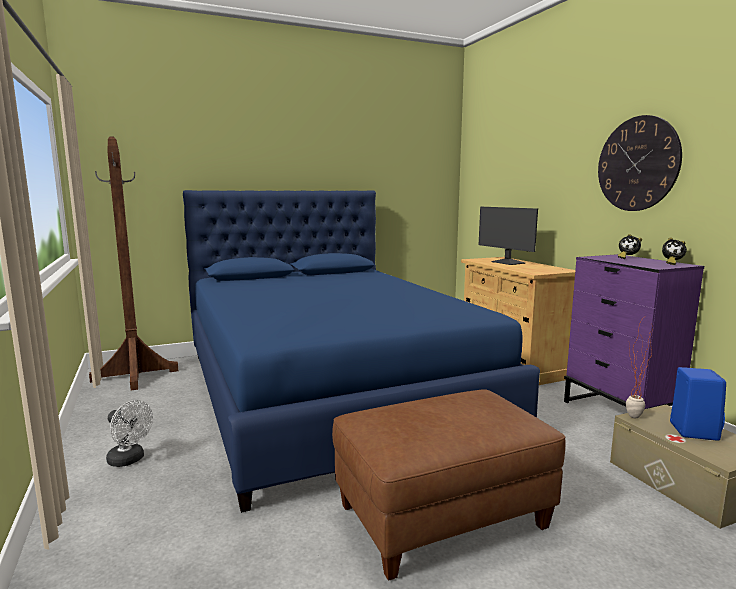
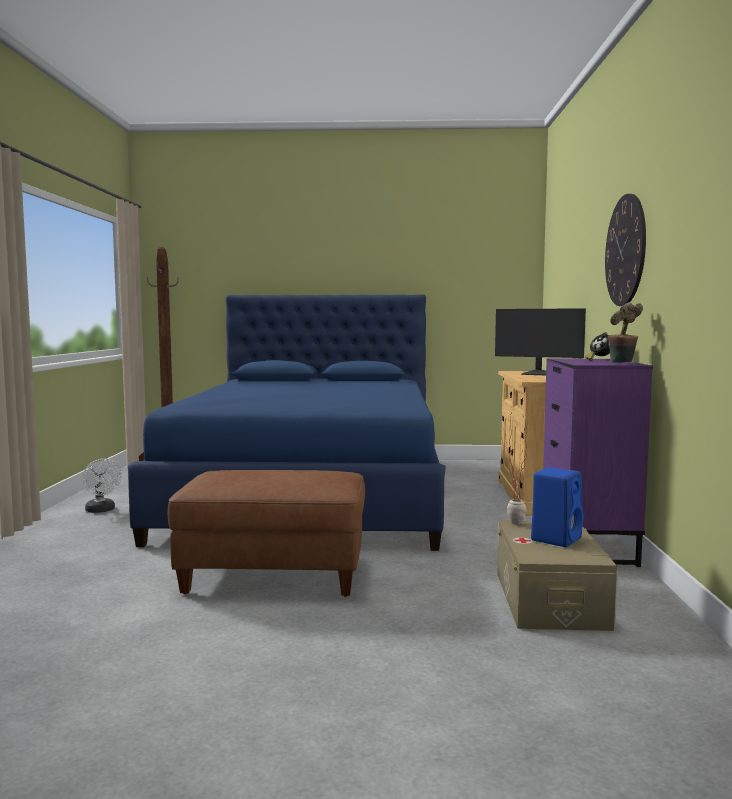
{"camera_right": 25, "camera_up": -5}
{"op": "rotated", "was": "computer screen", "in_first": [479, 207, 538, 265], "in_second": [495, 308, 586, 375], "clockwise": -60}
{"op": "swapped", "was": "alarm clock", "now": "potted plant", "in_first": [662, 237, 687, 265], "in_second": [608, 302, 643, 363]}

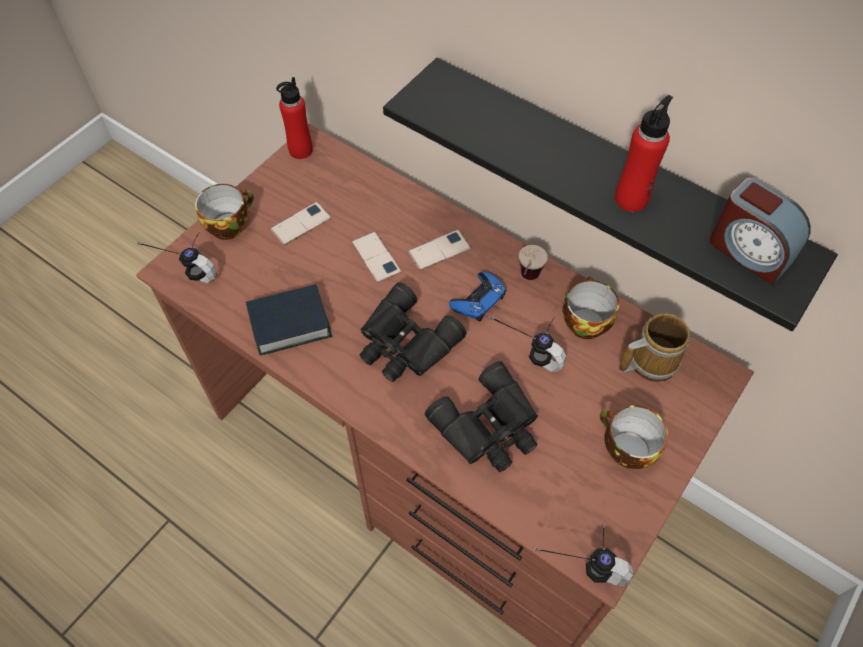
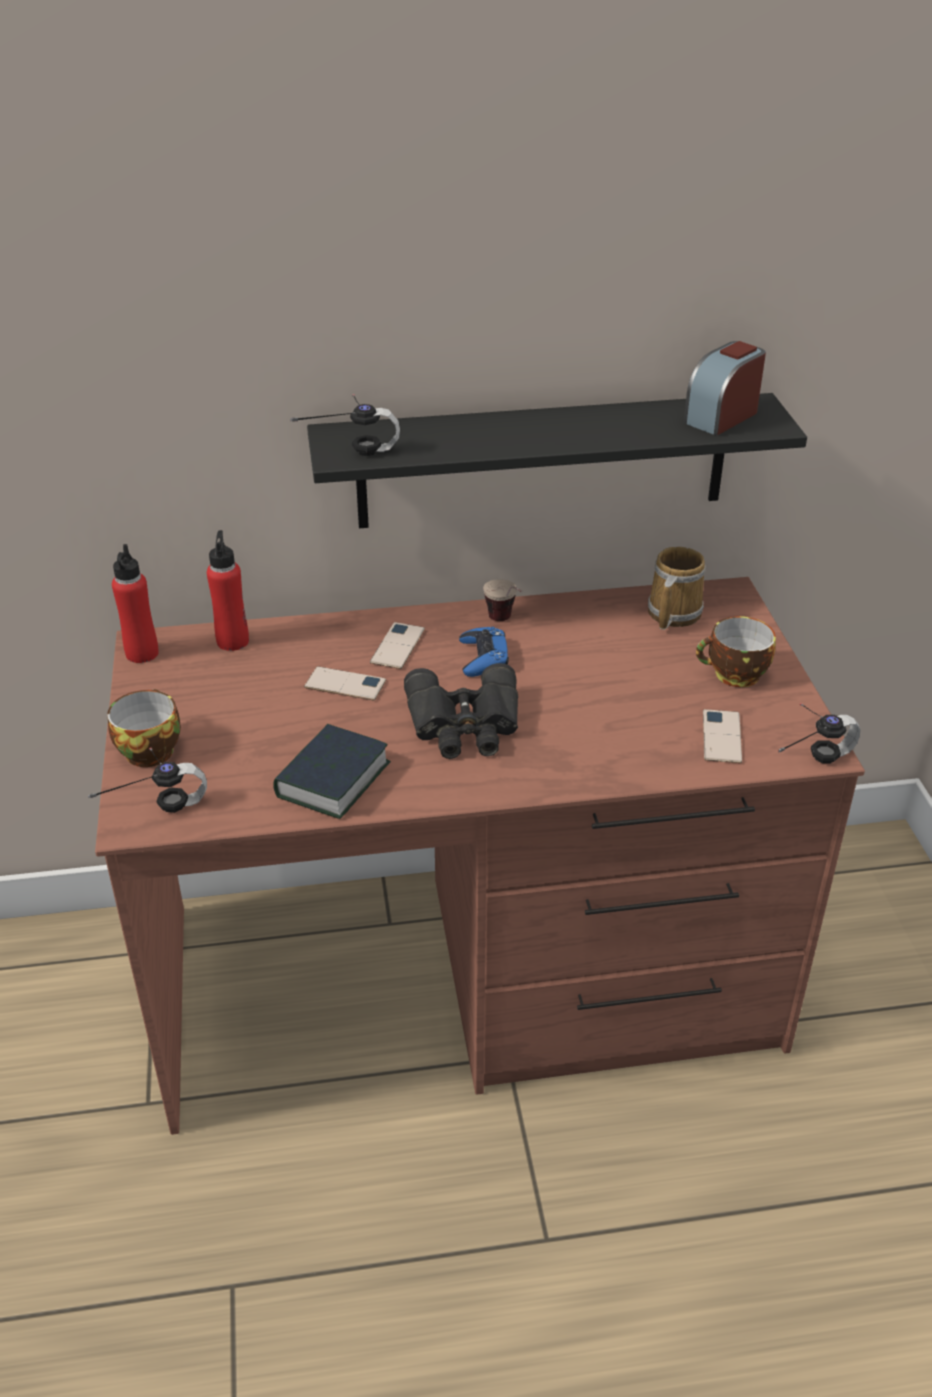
{"camera_right": -45, "camera_up": -20}
{"op": "shifted", "was": "phone", "in_first": [270, 202, 331, 245], "in_second": [703, 709, 742, 763]}
{"op": "gone", "was": "black-coloured pair of binoculars", "in_first": [425, 361, 538, 472]}
{"op": "shifted", "was": "pair of headphones", "in_first": [489, 316, 566, 372], "in_second": [290, 394, 400, 456]}
{"op": "gone", "was": "cup", "in_first": [563, 276, 619, 339]}
{"op": "shifted", "was": "red beverage bottle", "in_first": [615, 95, 673, 212], "in_second": [207, 530, 249, 651]}
{"op": "rotated", "was": "alarm clock", "in_first": [710, 178, 811, 285], "in_second": [684, 341, 766, 436], "clockwise": 135}

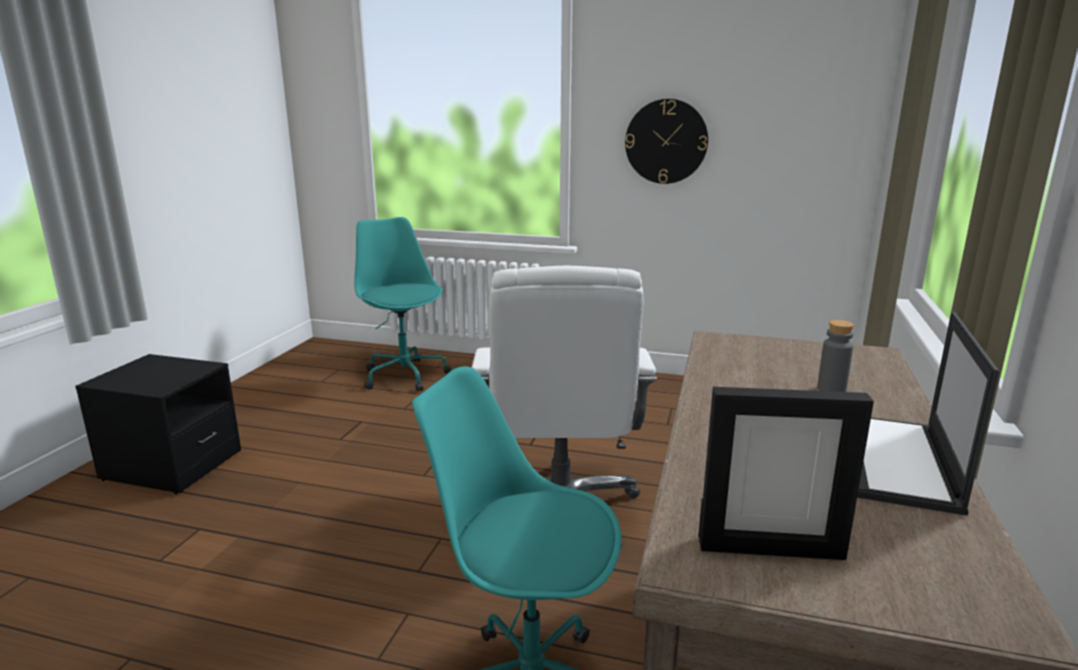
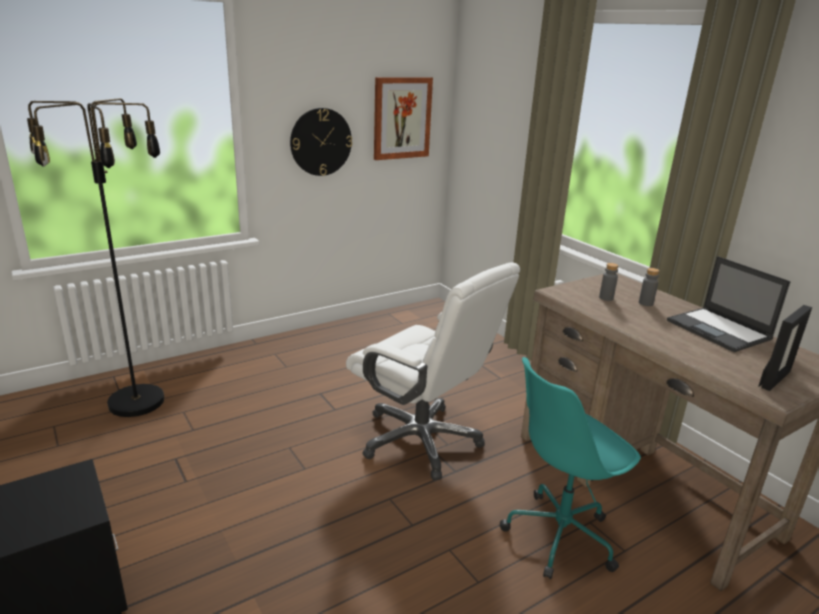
{"camera_right": -50, "camera_up": 5}
{"op": "swapped", "was": "turquoise-coloured computer chair", "now": "standing lamp", "in_first": [354, 217, 451, 391], "in_second": [27, 98, 164, 417]}
{"op": "new", "now": "picture", "in_second": [374, 77, 433, 160]}
{"op": "new", "now": "gray beverage bottle", "in_second": [599, 263, 618, 301]}

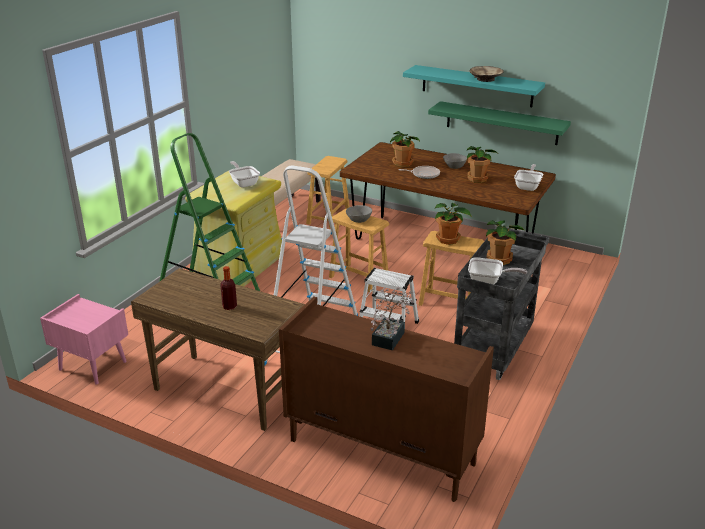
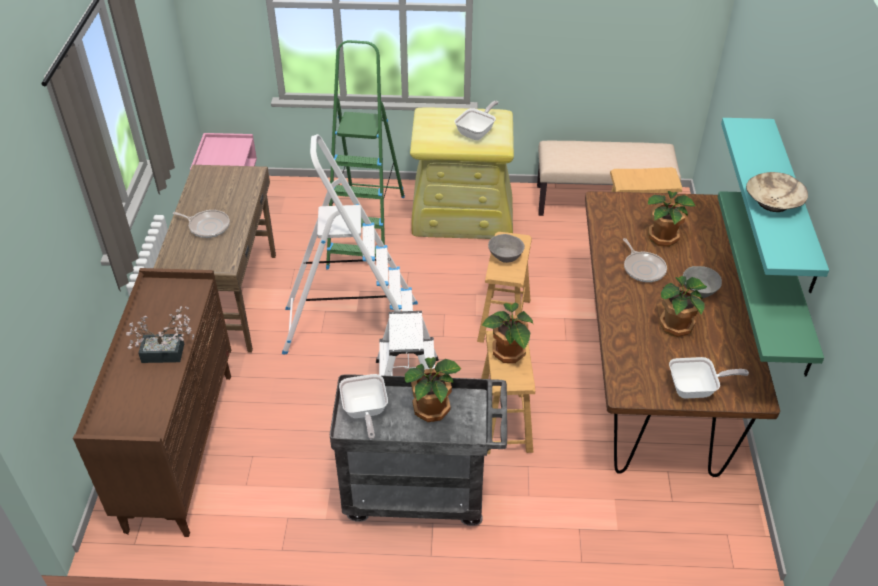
{"camera_right": 65, "camera_up": 15}
{"op": "swapped", "was": "beverage bottle", "now": "pan", "in_first": [220, 266, 237, 310], "in_second": [173, 210, 230, 238]}

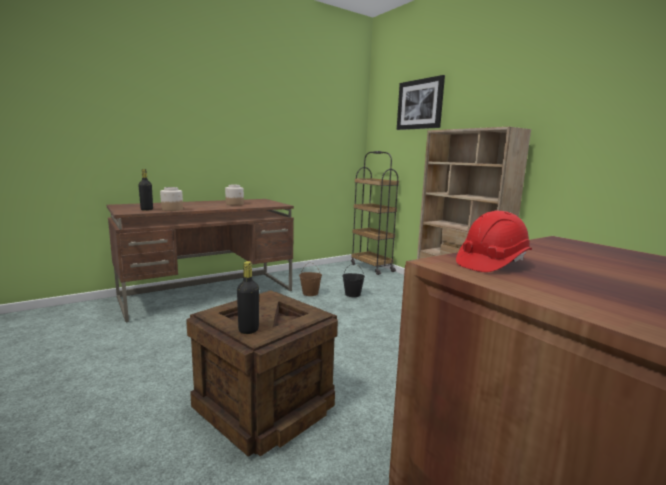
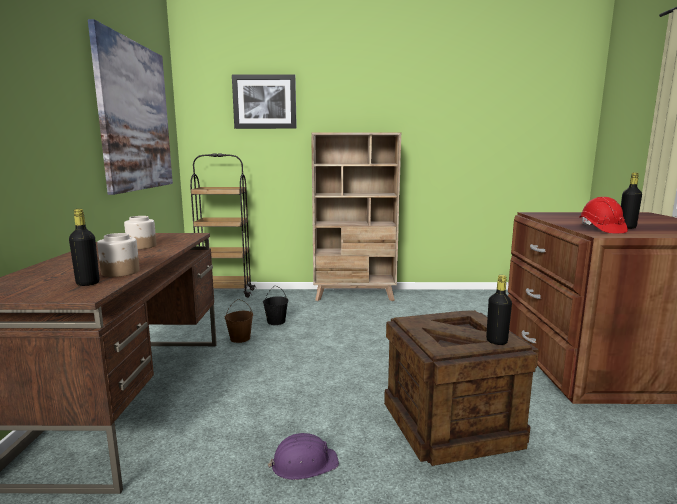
{"camera_right": -55, "camera_up": 0}
{"op": "new", "now": "picture", "in_second": [88, 19, 173, 195]}
{"op": "new", "now": "purple safety helmet", "in_second": [267, 433, 339, 480]}
{"op": "new", "now": "black-coloured beverage bottle", "in_second": [621, 173, 642, 229]}

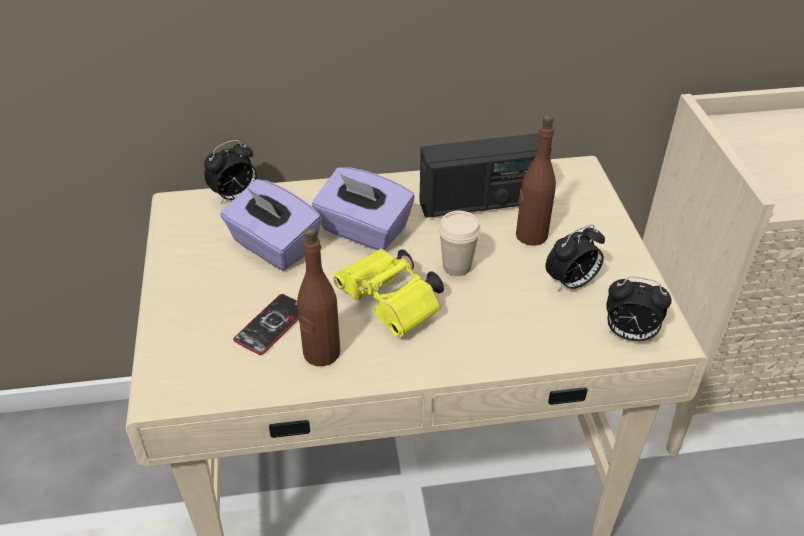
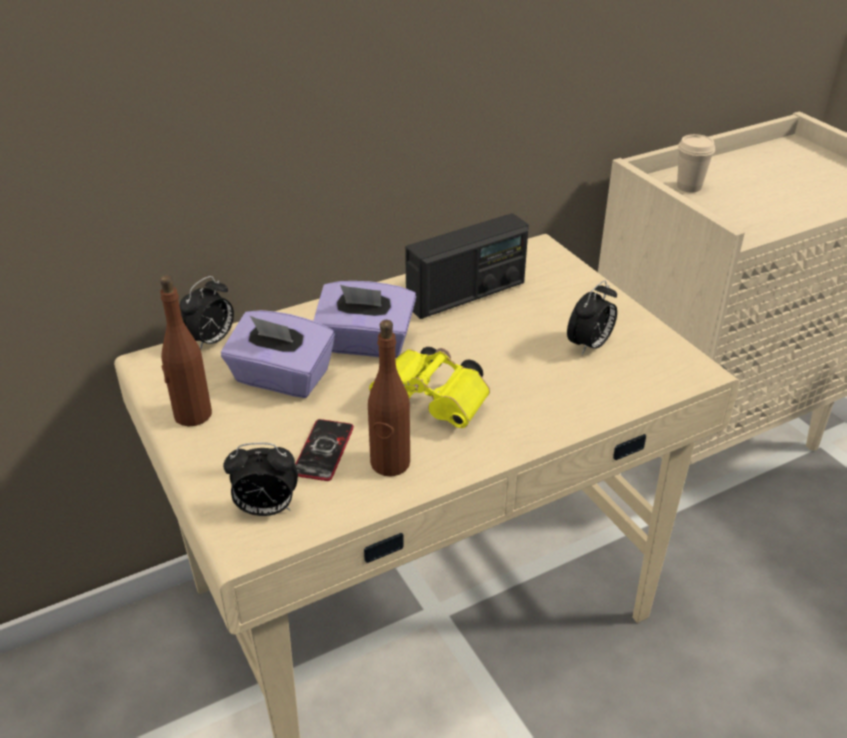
{"camera_right": -20, "camera_up": -5}
{"op": "shifted", "was": "beige-coloured cup", "in_first": [438, 211, 481, 276], "in_second": [677, 134, 715, 193]}
{"op": "shifted", "was": "brown-coloured beverage bottle", "in_first": [516, 115, 556, 246], "in_second": [160, 275, 212, 427]}
{"op": "shifted", "was": "alarm clock", "in_first": [606, 277, 672, 341], "in_second": [223, 442, 298, 516]}

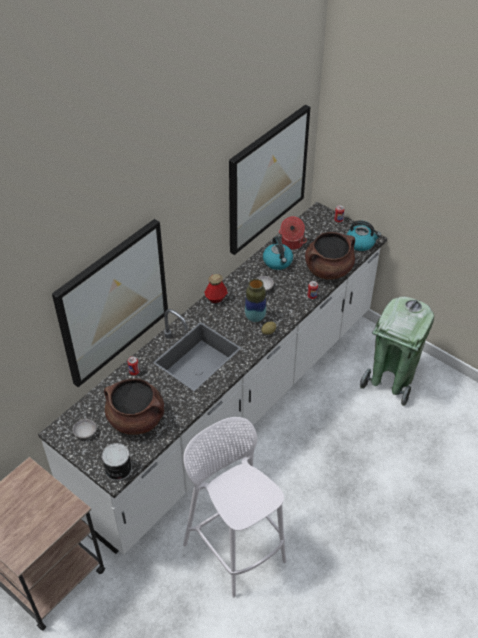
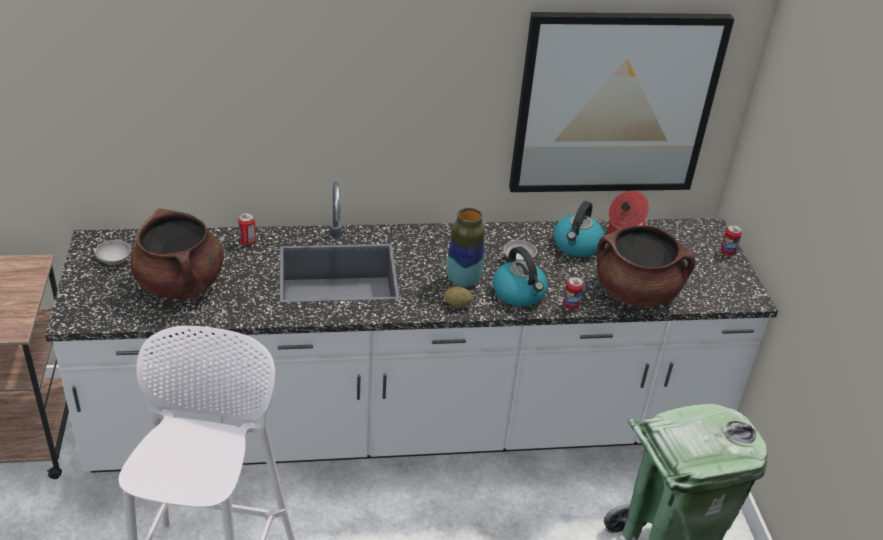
{"camera_right": 40, "camera_up": -10}
{"op": "gone", "was": "picture", "in_first": [52, 219, 168, 387]}
{"op": "gone", "was": "metal can", "in_first": [102, 443, 132, 481]}
{"op": "gone", "was": "beverage bottle", "in_first": [205, 274, 228, 303]}
{"op": "shifted", "was": "tea kettle", "in_first": [347, 220, 381, 251], "in_second": [493, 247, 548, 307]}

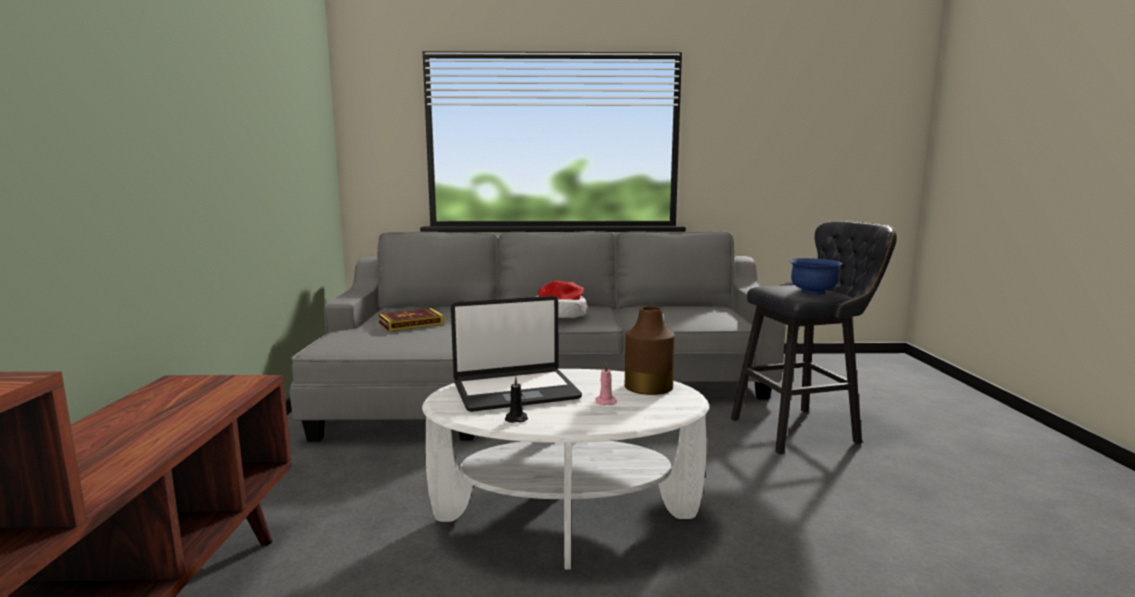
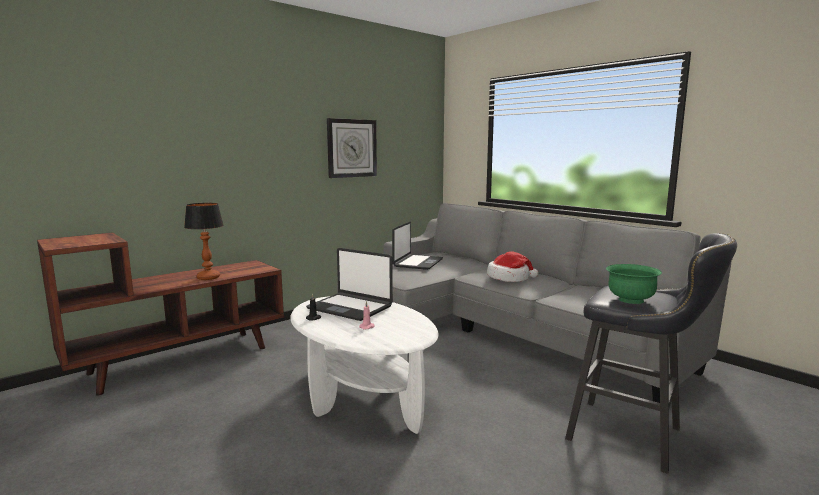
{"camera_right": 50, "camera_up": 0}
{"op": "swapped", "was": "volume", "now": "laptop", "in_first": [379, 308, 444, 331], "in_second": [392, 222, 443, 270]}
{"op": "gone", "was": "brown-coloured flower vase", "in_first": [625, 306, 675, 395]}
{"op": "repainted", "was": "blue-coloured deep dish", "now": "greenish deep dish", "in_first": [789, 258, 843, 295], "in_second": [606, 264, 662, 304]}
{"op": "new", "now": "table lamp", "in_second": [184, 203, 224, 280]}
{"op": "new", "now": "hanging clock", "in_second": [327, 118, 377, 178]}

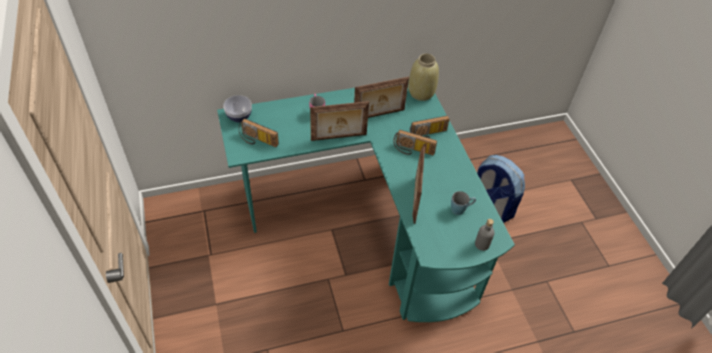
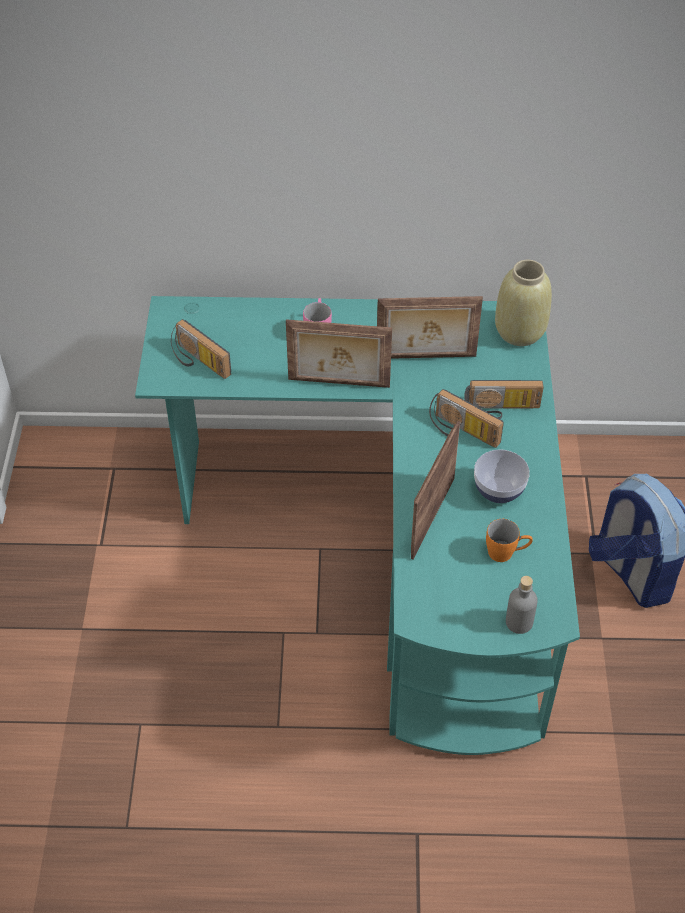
{"camera_right": 20, "camera_up": 0}
{"op": "shifted", "was": "deep dish", "in_first": [223, 95, 252, 122], "in_second": [474, 449, 530, 503]}
{"op": "repainted", "was": "blue-coloured coffee mug", "now": "orange-coloured coffee mug", "in_first": [451, 191, 476, 215], "in_second": [486, 519, 533, 562]}

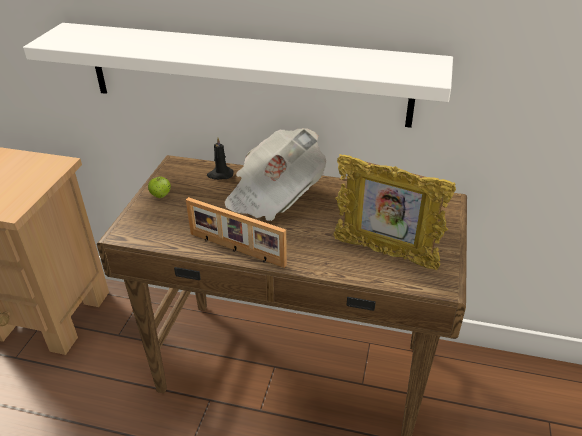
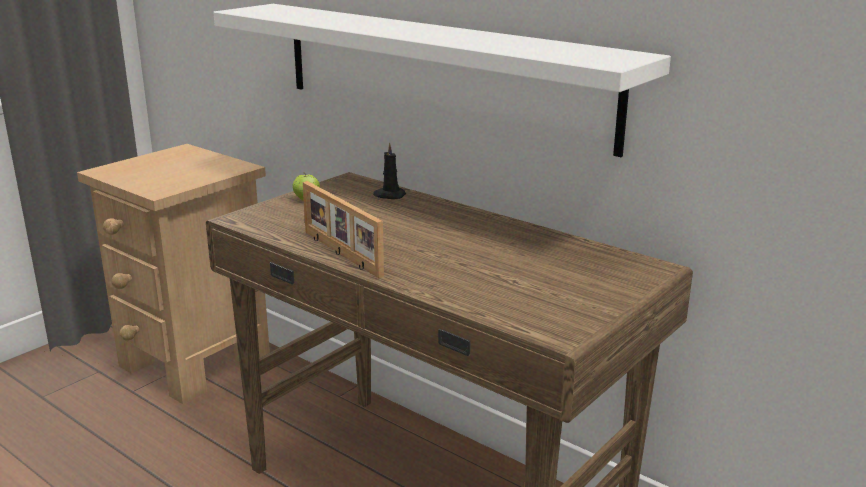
{"camera_right": 25, "camera_up": -15}
{"op": "gone", "was": "newspaper", "in_first": [224, 128, 326, 221]}
{"op": "gone", "was": "photo frame", "in_first": [333, 154, 456, 270]}

